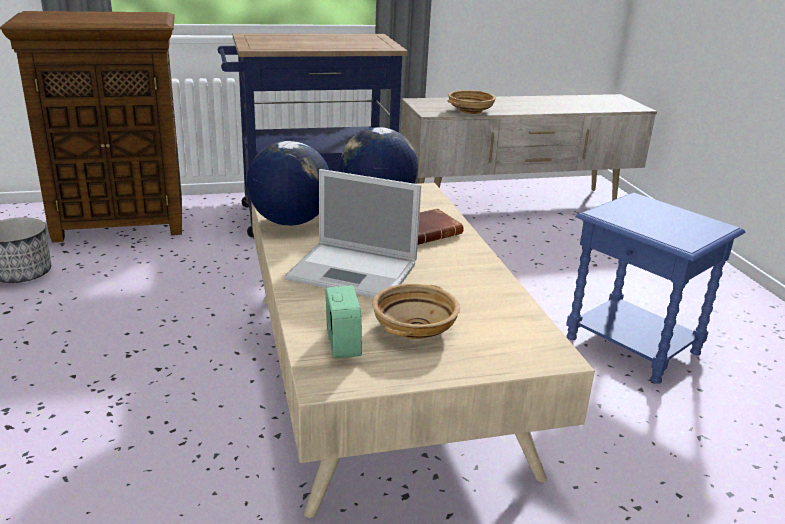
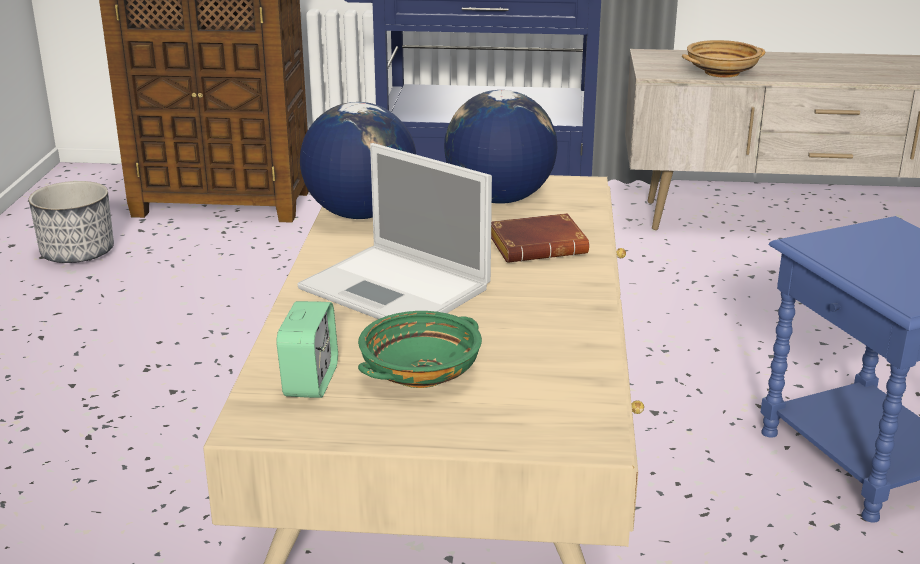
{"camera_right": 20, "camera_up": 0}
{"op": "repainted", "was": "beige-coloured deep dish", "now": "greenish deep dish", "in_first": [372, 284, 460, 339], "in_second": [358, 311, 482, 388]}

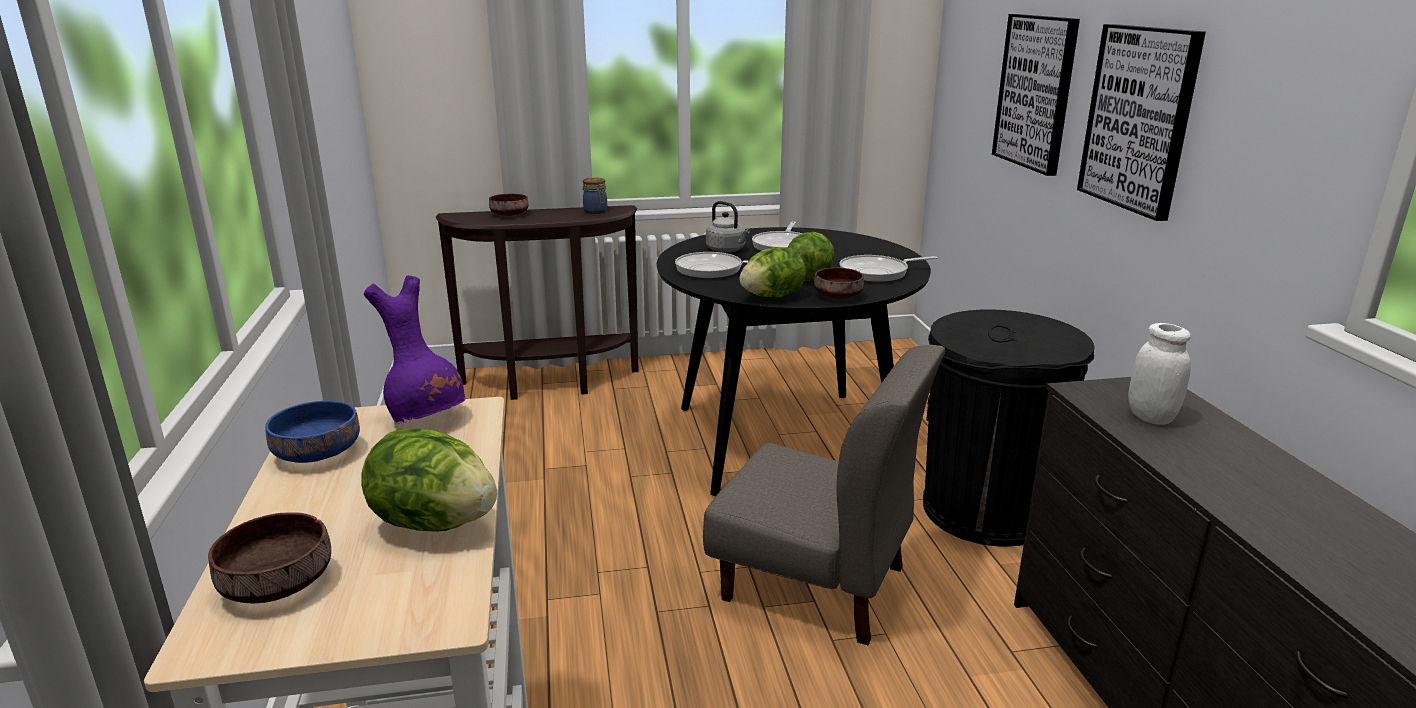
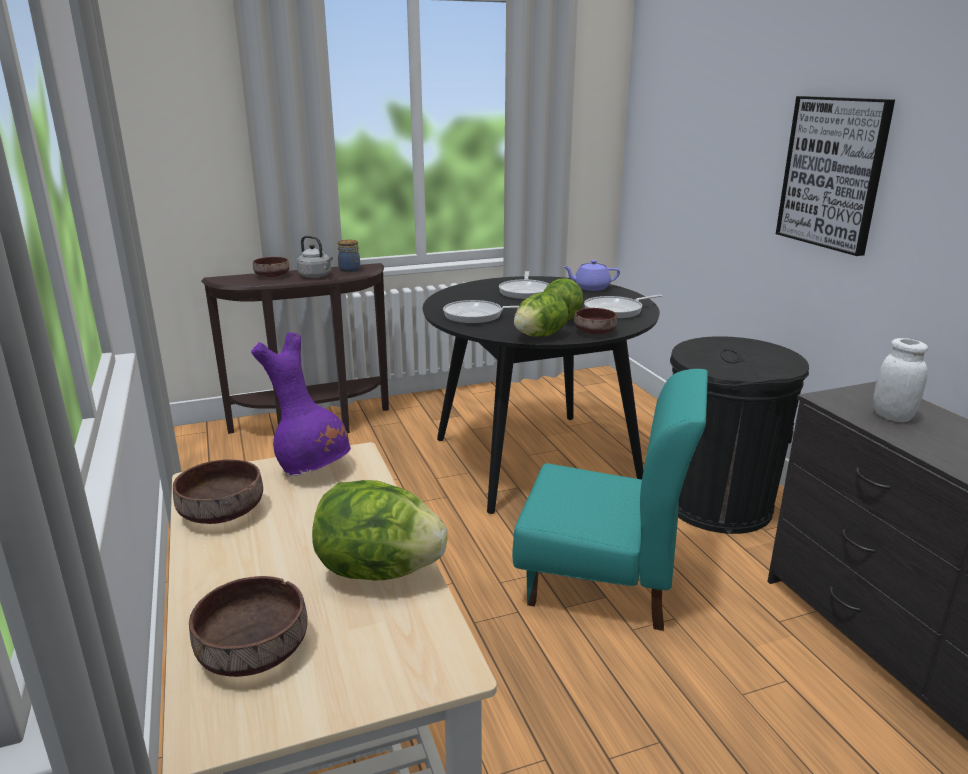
{"camera_right": -10, "camera_up": 0}
{"op": "repainted", "was": "blue-coloured deep dish", "now": "brown-coloured deep dish", "in_first": [265, 400, 360, 463], "in_second": [173, 459, 263, 524]}
{"op": "repainted", "was": "gray plain chair", "now": "turquoise-coloured plain chair", "in_first": [703, 345, 945, 645], "in_second": [512, 369, 708, 631]}
{"op": "shifted", "was": "gray tea kettle", "in_first": [706, 201, 750, 253], "in_second": [297, 235, 333, 278]}
{"op": "gone", "was": "picture", "in_first": [992, 14, 1080, 176]}
{"op": "new", "now": "purple pot for tea", "in_second": [563, 260, 620, 291]}

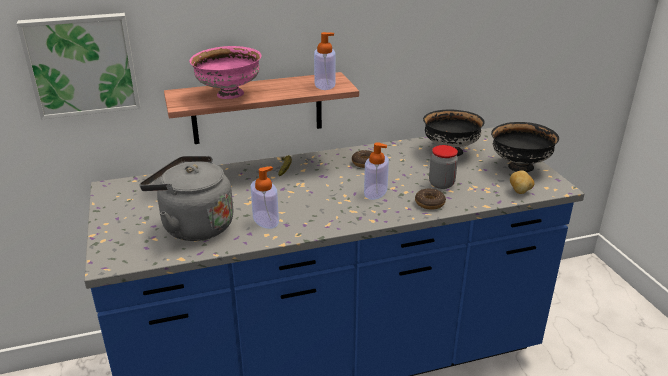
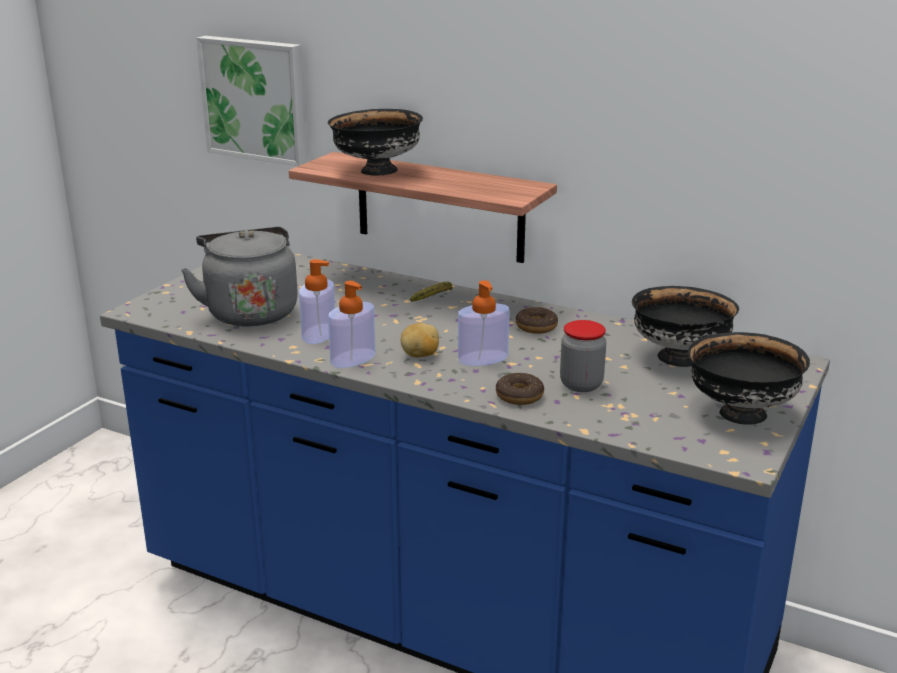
{"camera_right": 45, "camera_up": -5}
{"op": "repainted", "was": "pink deep dish", "now": "black-coloured deep dish", "in_first": [189, 46, 262, 99], "in_second": [328, 109, 423, 175]}
{"op": "shifted", "was": "liquid soap bottle", "in_first": [314, 32, 336, 90], "in_second": [328, 281, 375, 368]}
{"op": "shifted", "was": "whole potato", "in_first": [510, 171, 534, 194], "in_second": [401, 323, 439, 357]}

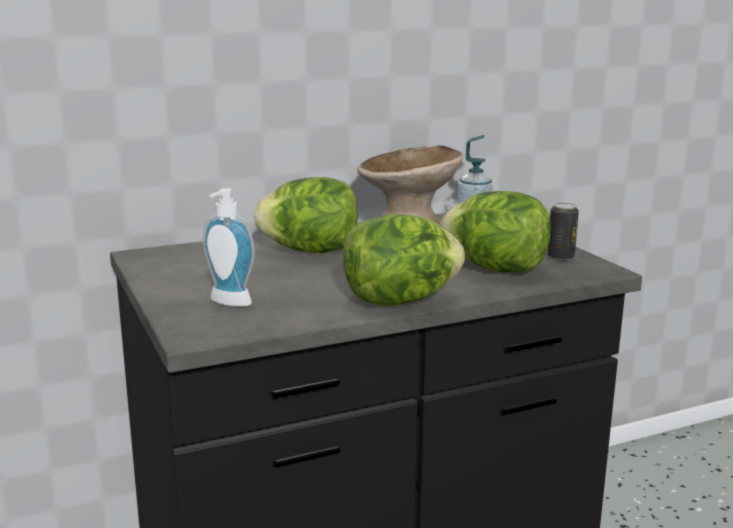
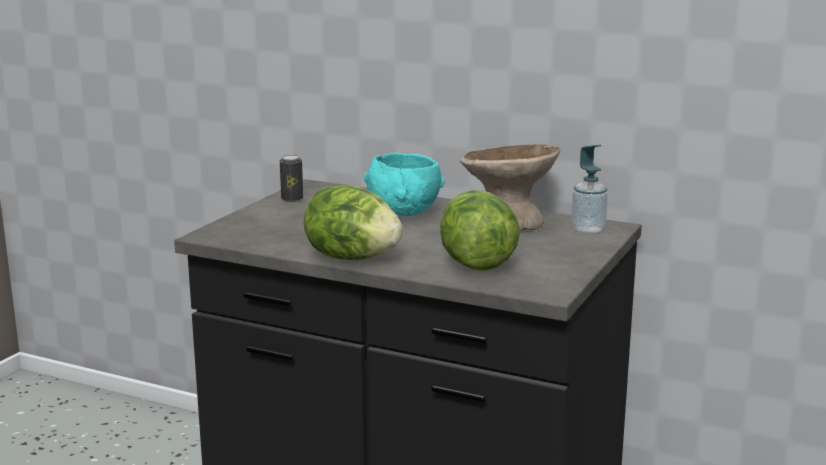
{"camera_right": 50, "camera_up": 0}
{"op": "gone", "was": "liquid soap bottle", "in_first": [203, 188, 255, 307]}
{"op": "swapped", "was": "lettuce", "now": "turquoise-coloured deep dish", "in_first": [254, 177, 358, 253], "in_second": [364, 152, 445, 216]}
{"op": "shifted", "was": "metal can", "in_first": [547, 203, 579, 261], "in_second": [280, 155, 303, 202]}

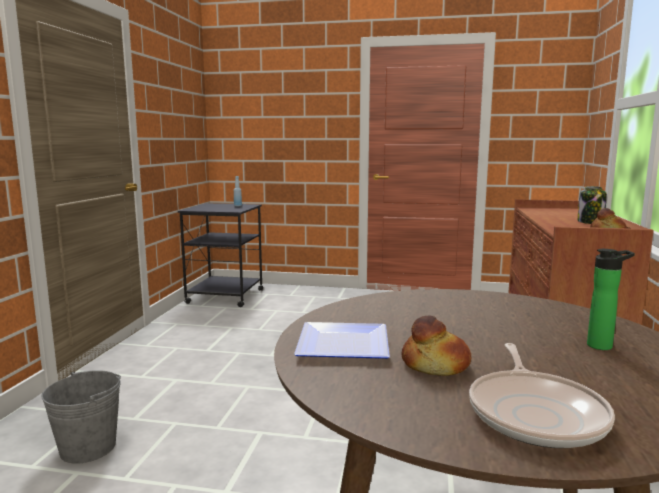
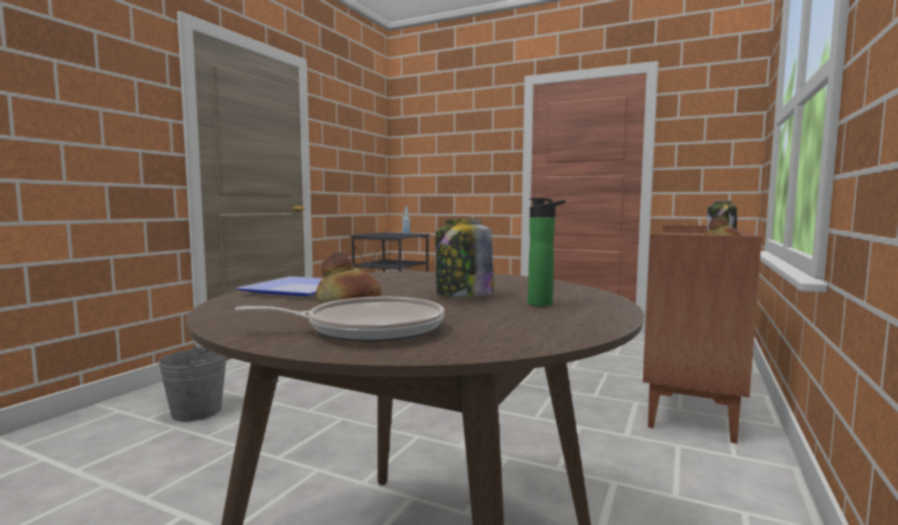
{"camera_right": 15, "camera_up": -5}
{"op": "rotated", "was": "pan", "in_first": [469, 343, 615, 448], "in_second": [235, 297, 445, 342], "clockwise": -120}
{"op": "new", "now": "preserve jar", "in_second": [436, 219, 493, 297]}

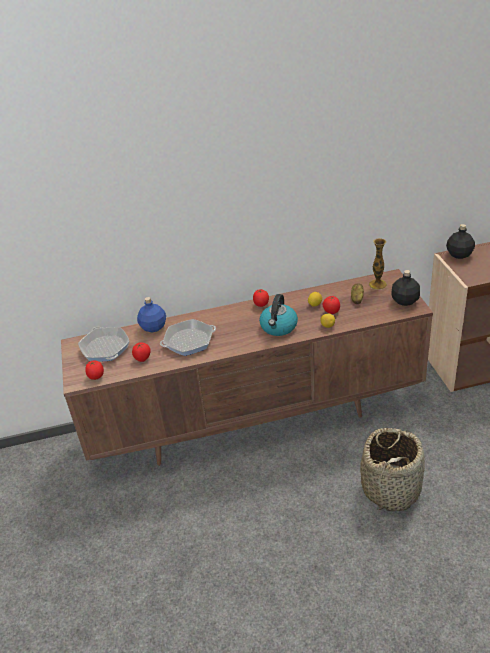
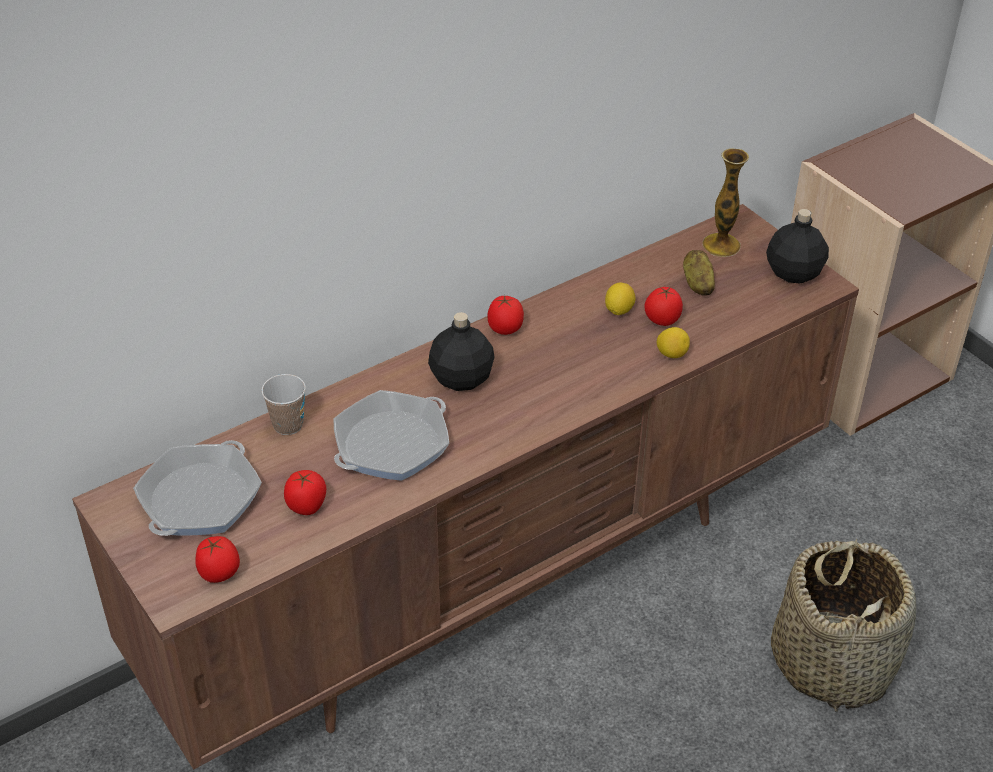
{"camera_right": -25, "camera_up": 5}
{"op": "rotated", "was": "pan", "in_first": [78, 327, 130, 362], "in_second": [133, 440, 262, 536], "clockwise": 75}
{"op": "swapped", "was": "blue-coloured beverage bottle", "now": "cup", "in_first": [137, 297, 166, 332], "in_second": [261, 374, 306, 435]}
{"op": "gone", "was": "tea kettle", "in_first": [259, 294, 298, 336]}
{"op": "shifted", "was": "black-coloured beverage bottle", "in_first": [446, 224, 475, 259], "in_second": [428, 312, 494, 391]}

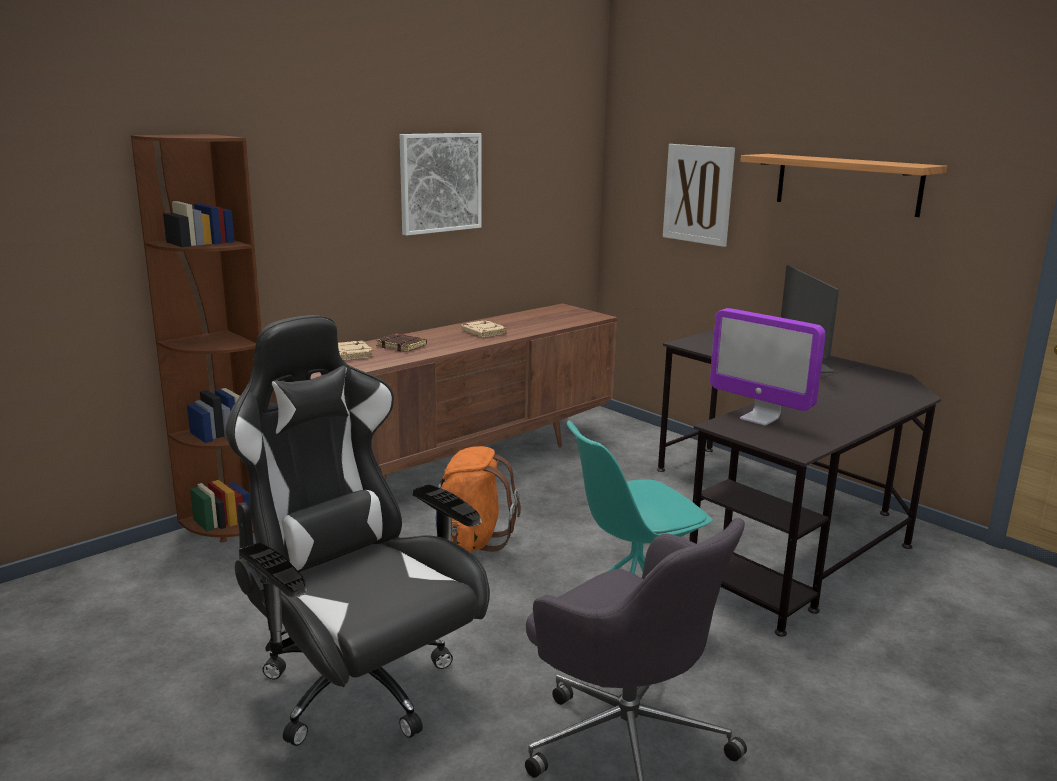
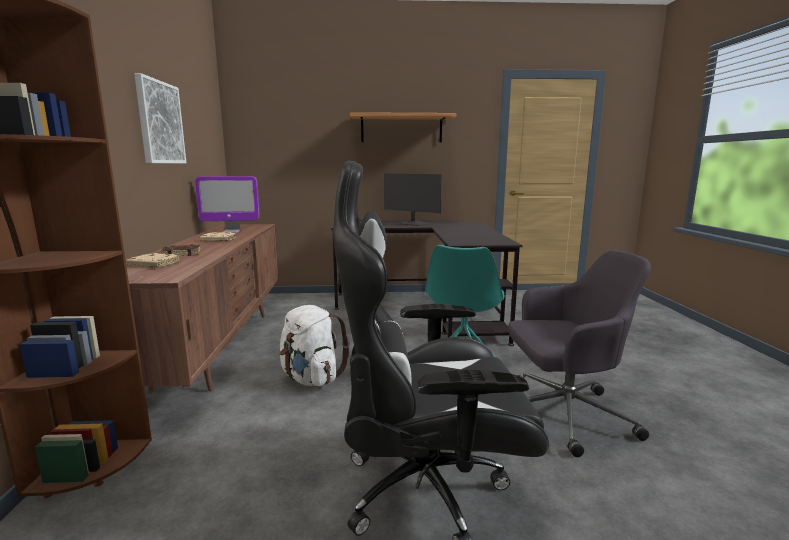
{"camera_right": -50, "camera_up": -5}
{"op": "repainted", "was": "orange-coloured rucksack", "now": "white rucksack", "in_first": [436, 446, 521, 552], "in_second": [279, 305, 350, 386]}
{"op": "gone", "was": "picture", "in_first": [663, 144, 735, 247]}
{"op": "shifted", "was": "computer screen", "in_first": [710, 308, 826, 426], "in_second": [195, 176, 260, 233]}

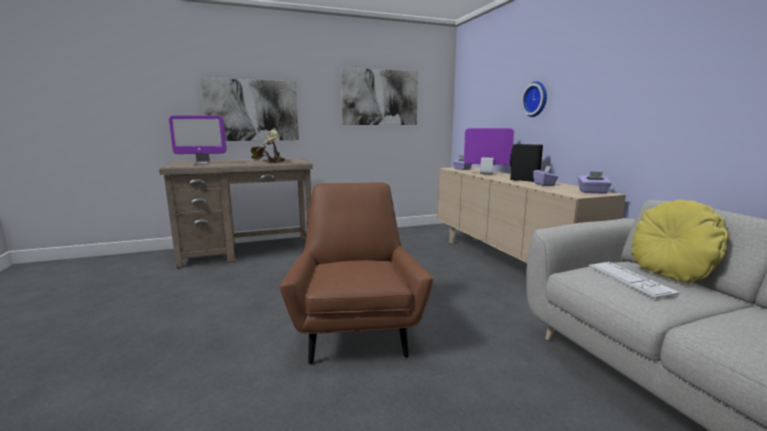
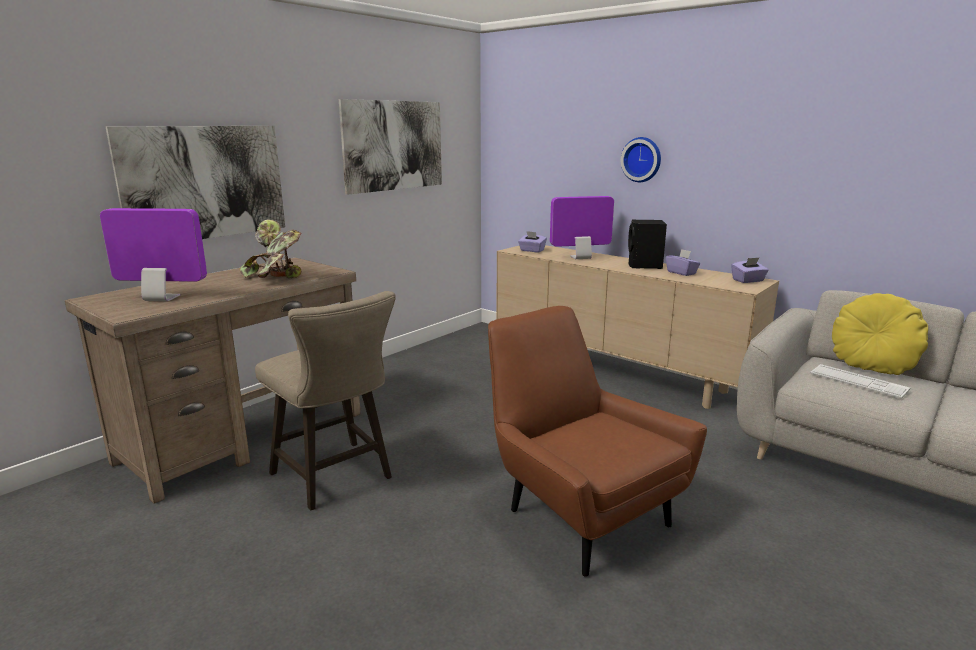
{"camera_right": -30, "camera_up": 5}
{"op": "rotated", "was": "computer screen", "in_first": [169, 115, 226, 164], "in_second": [100, 208, 207, 301], "clockwise": -135}
{"op": "new", "now": "beige-coloured stool seat", "in_second": [255, 291, 396, 510]}

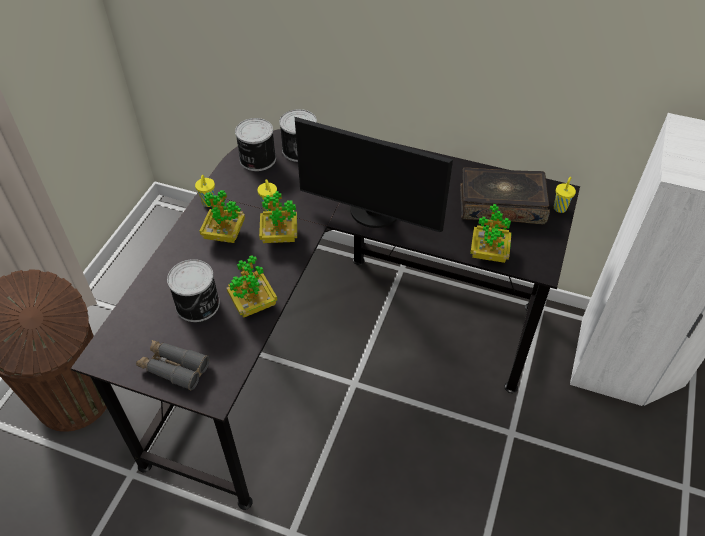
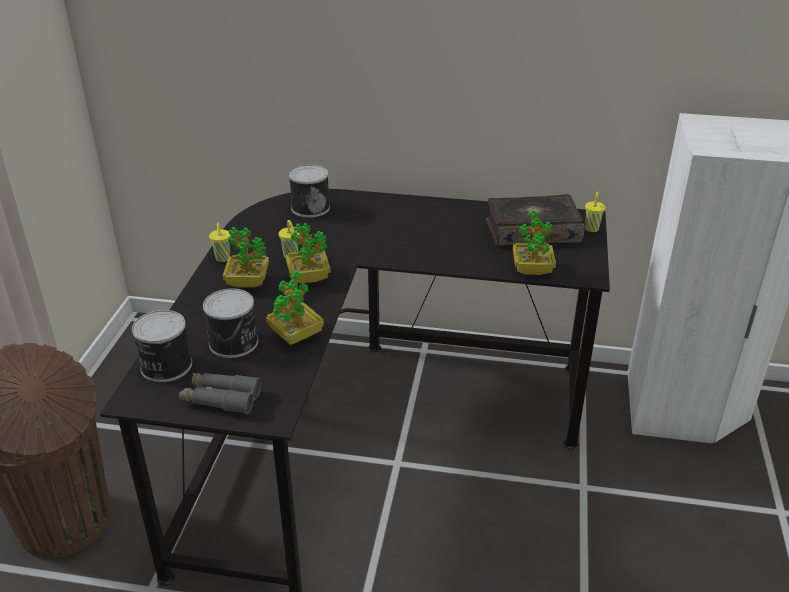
{"camera_right": -10, "camera_up": -15}
{"op": "shifted", "was": "metal can", "in_first": [235, 118, 276, 171], "in_second": [132, 310, 192, 382]}
{"op": "gone", "was": "computer screen", "in_first": [295, 117, 453, 232]}

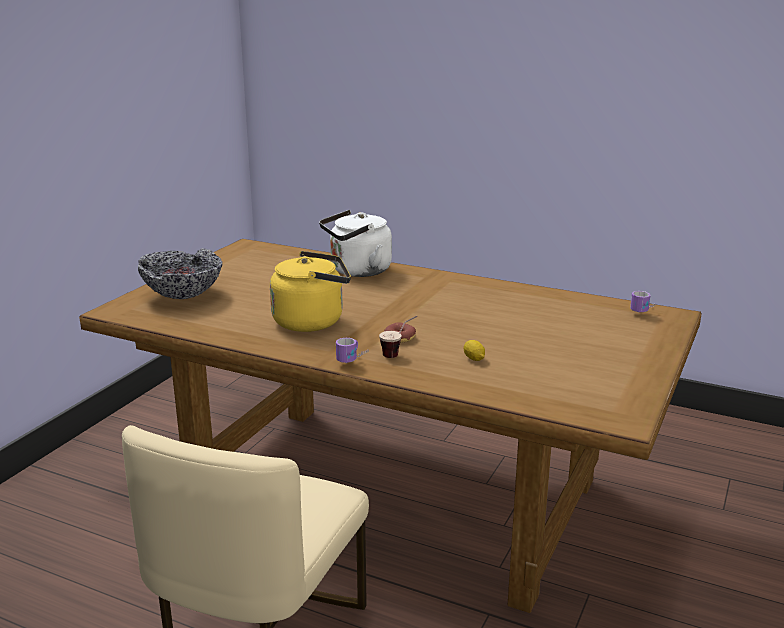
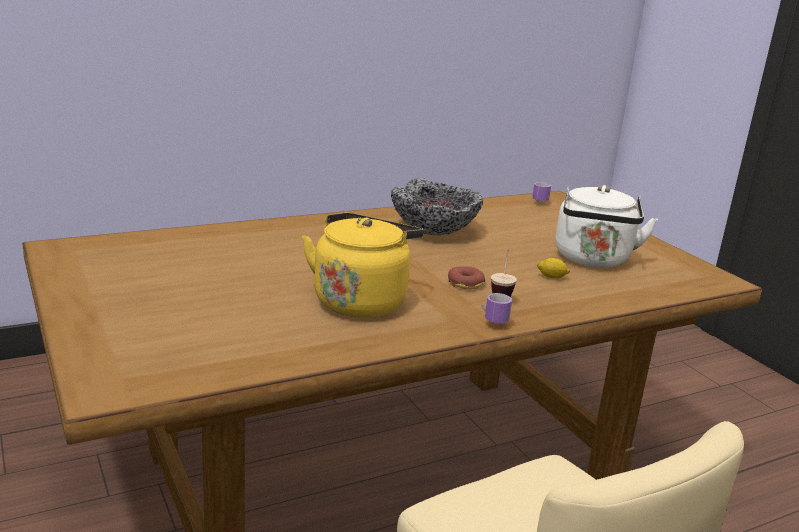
{"camera_right": -55, "camera_up": 0}
{"op": "shifted", "was": "deep dish", "in_first": [138, 248, 222, 299], "in_second": [391, 178, 483, 235]}
{"op": "shifted", "was": "white tea kettle", "in_first": [319, 210, 392, 277], "in_second": [555, 185, 658, 268]}

